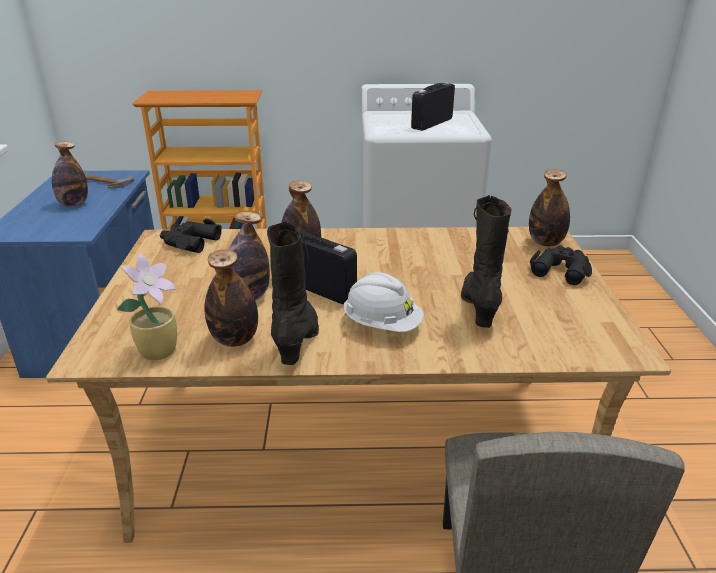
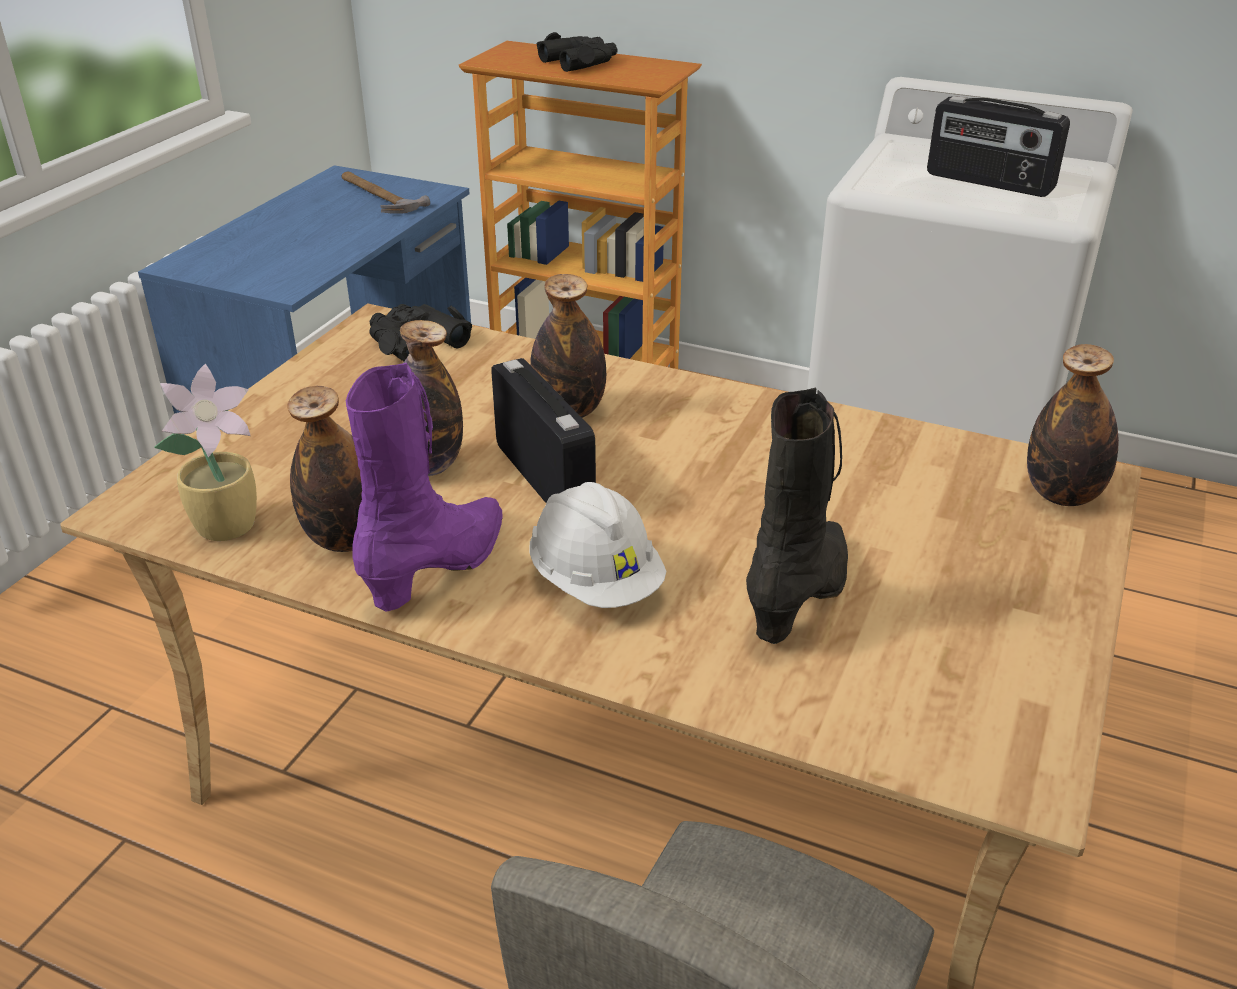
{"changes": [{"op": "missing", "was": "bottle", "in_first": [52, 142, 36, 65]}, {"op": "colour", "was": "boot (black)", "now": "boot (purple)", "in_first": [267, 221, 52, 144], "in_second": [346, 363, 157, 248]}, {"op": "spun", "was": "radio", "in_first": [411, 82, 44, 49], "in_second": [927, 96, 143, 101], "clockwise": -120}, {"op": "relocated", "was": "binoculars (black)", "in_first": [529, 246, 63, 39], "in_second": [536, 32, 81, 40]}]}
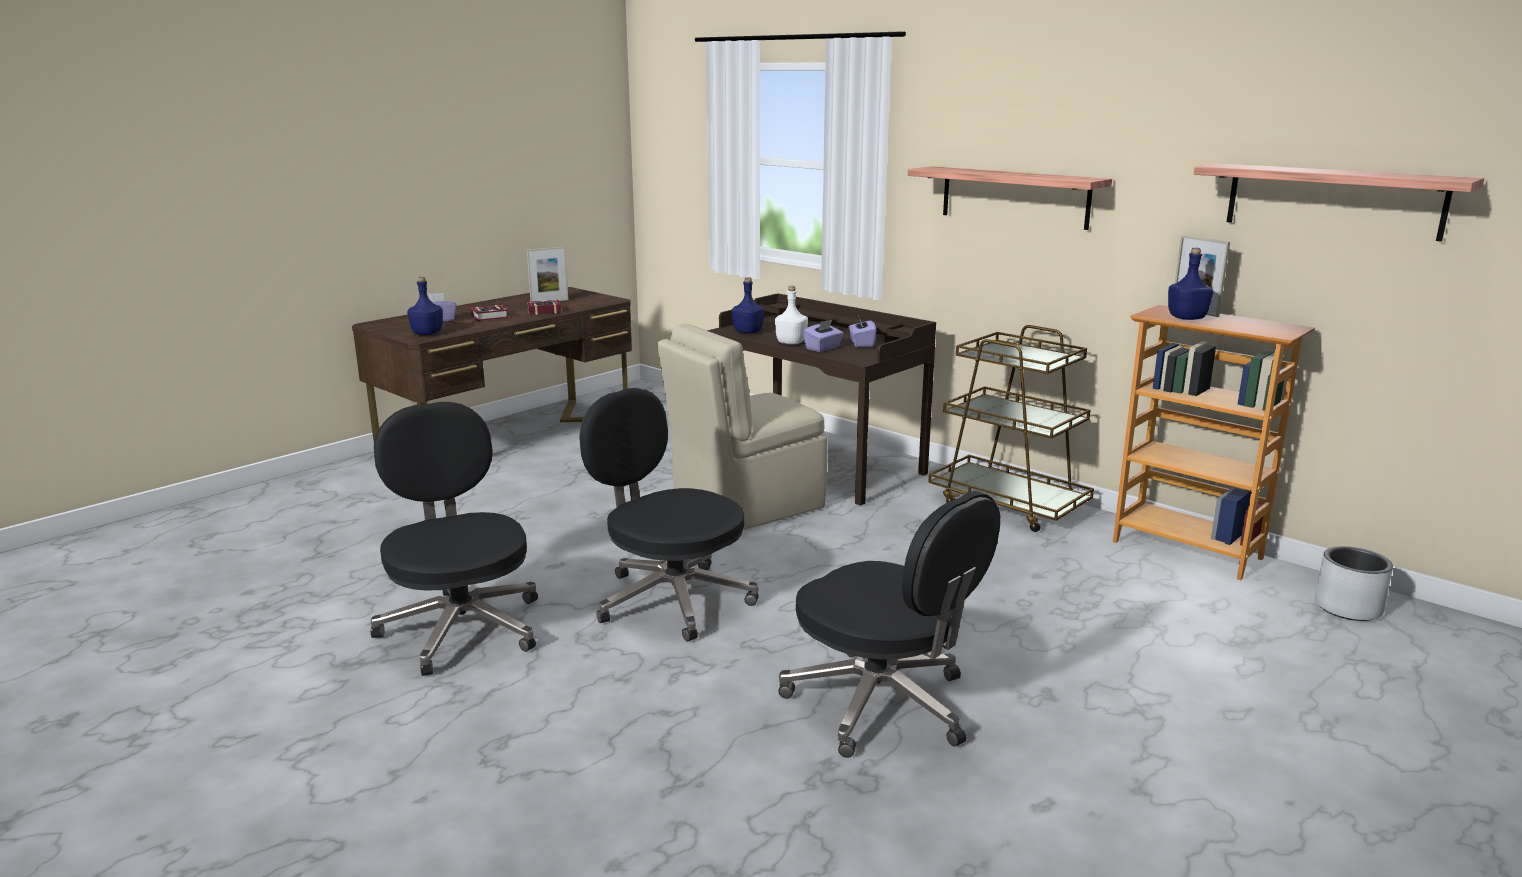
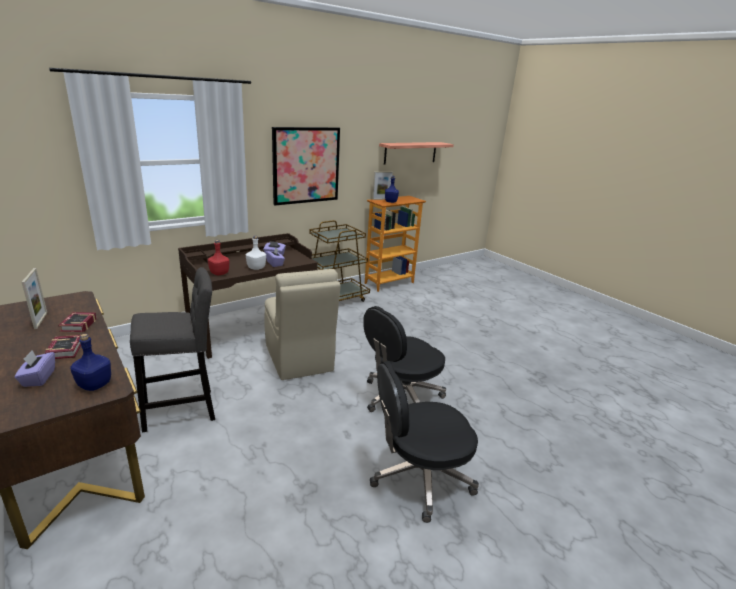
{"changes": [{"op": "colour", "was": "bottle (blue)", "now": "bottle (red)", "in_first": [732, 277, 32, 57], "in_second": [208, 240, 21, 35]}, {"op": "missing", "was": "office chair (black)", "in_first": [778, 491, 222, 267]}, {"op": "exchanged", "was": "shelf", "now": "picture", "in_first": [908, 166, 204, 64], "in_second": [272, 127, 68, 79]}, {"op": "missing", "was": "planter (grey)", "in_first": [1315, 546, 78, 75]}, {"op": "appeared", "now": "stool (grey)", "in_second": [130, 267, 85, 166]}]}
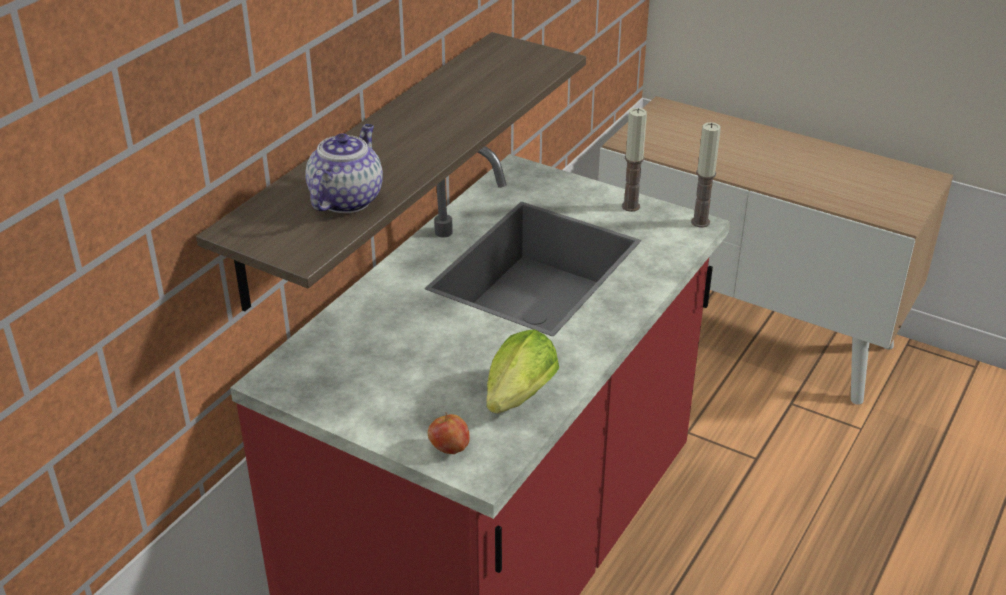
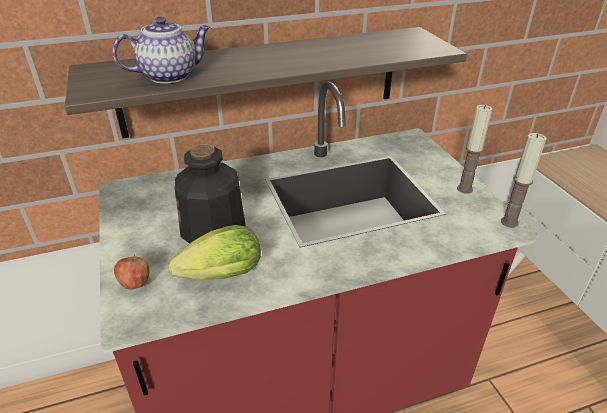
{"changes": [{"op": "appeared", "now": "bottle", "in_second": [175, 144, 71, 100]}]}
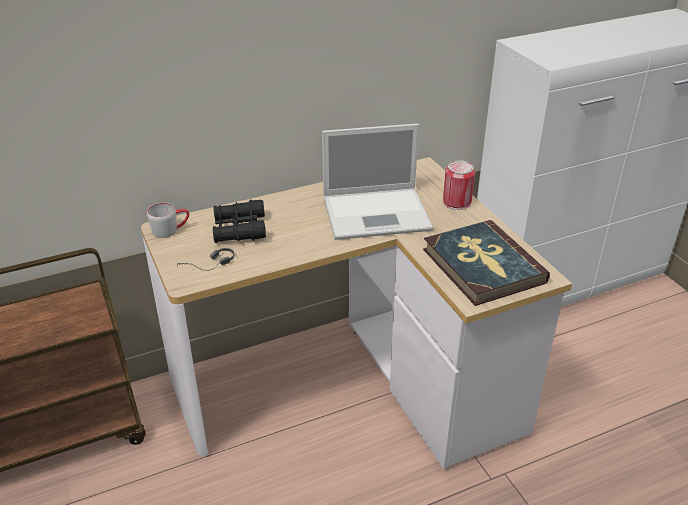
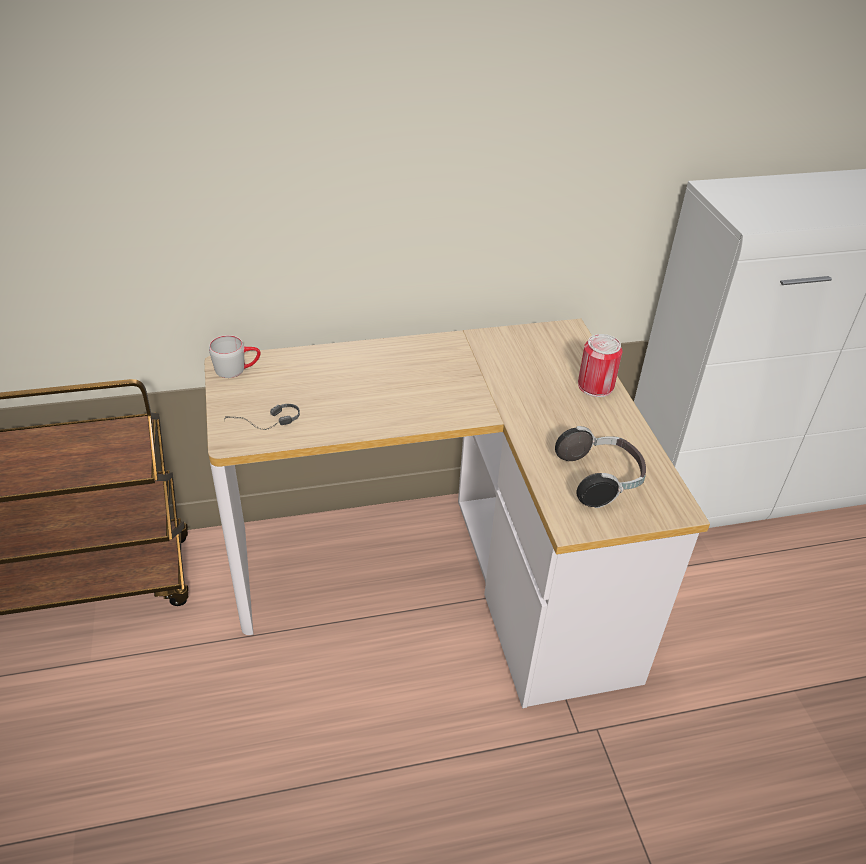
{"changes": [{"op": "missing", "was": "binoculars (black)", "in_first": [213, 200, 53, 43]}, {"op": "missing", "was": "laptop", "in_first": [322, 124, 111, 116]}, {"op": "exchanged", "was": "book", "now": "headphones", "in_first": [423, 220, 127, 86], "in_second": [555, 426, 91, 82]}]}
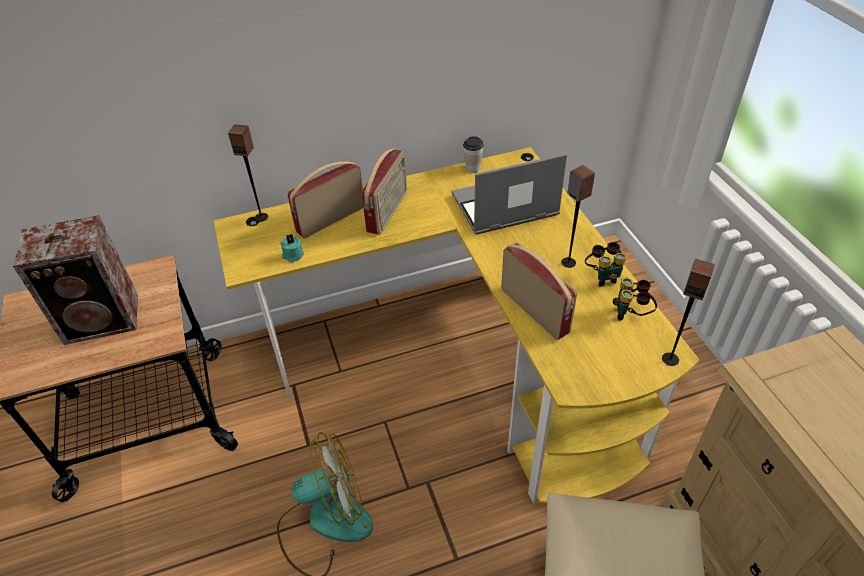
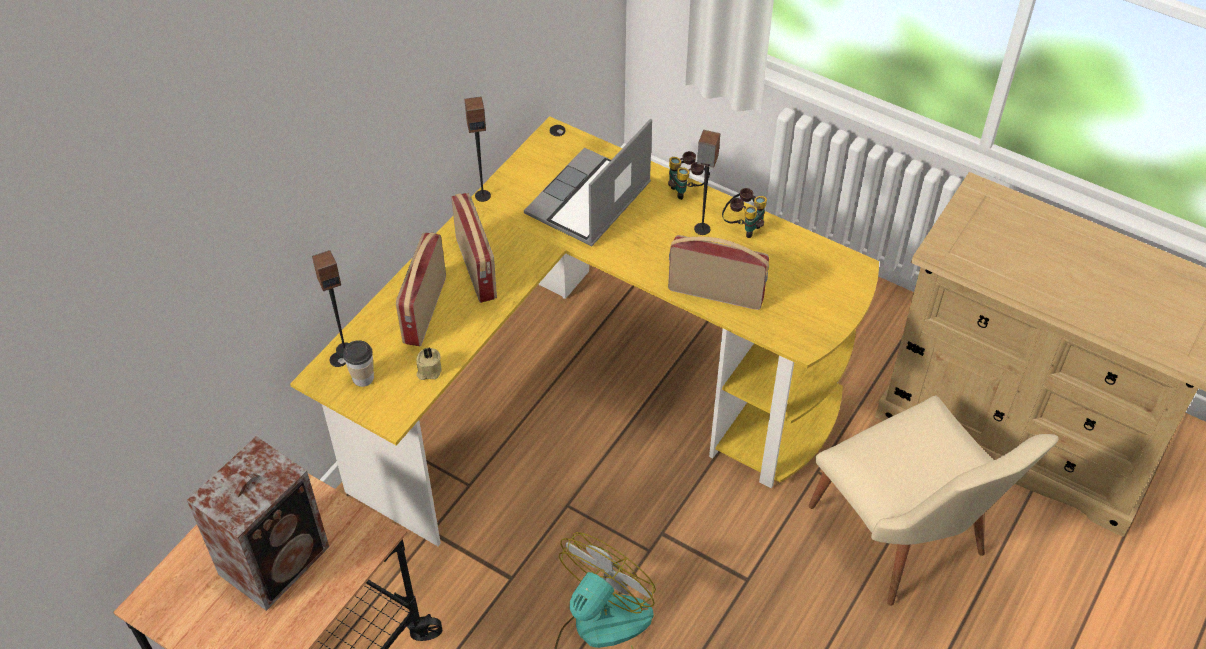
{"changes": [{"op": "colour", "was": "candle (turquoise)", "now": "candle (beige)", "in_first": [281, 234, 23, 29], "in_second": [416, 347, 25, 33]}, {"op": "relocated", "was": "cup", "in_first": [463, 136, 21, 37], "in_second": [343, 340, 31, 47]}, {"op": "relocated", "was": "binoculars", "in_first": [613, 278, 44, 43], "in_second": [668, 151, 42, 49]}, {"op": "relocated", "was": "speaker", "in_first": [662, 258, 53, 108], "in_second": [464, 97, 27, 105]}]}
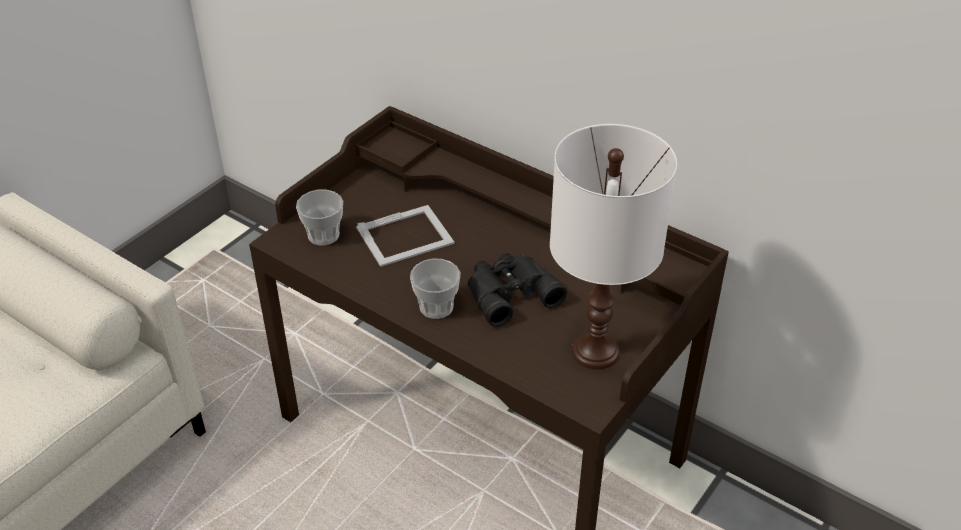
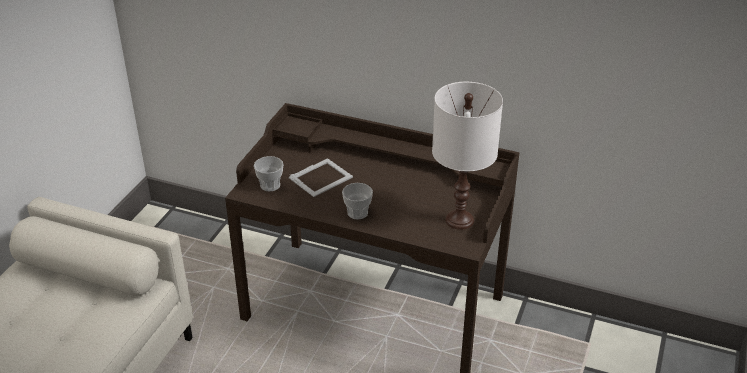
{"changes": [{"op": "missing", "was": "binoculars (black)", "in_first": [468, 253, 99, 74]}]}
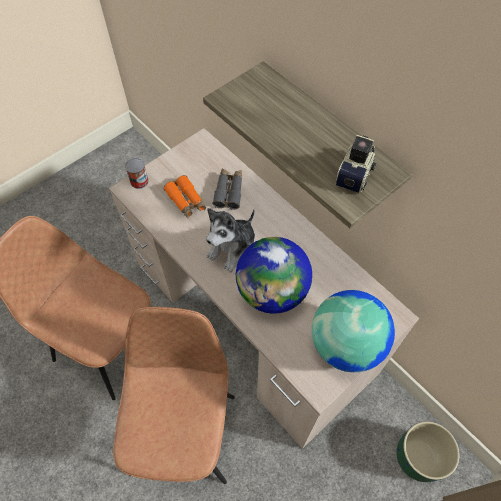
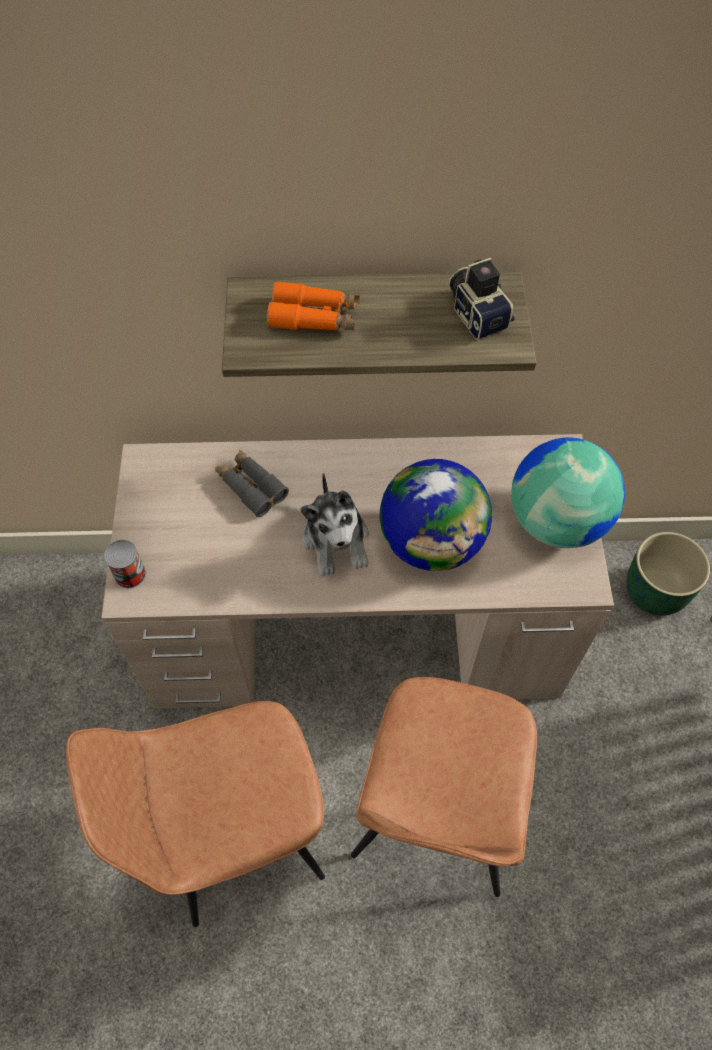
{"changes": [{"op": "spun", "was": "chair (brown)", "in_first": [113, 307, 122, 177], "in_second": [351, 677, 186, 220], "clockwise": -120}, {"op": "relocated", "was": "binoculars (orange)", "in_first": [164, 175, 42, 44], "in_second": [267, 281, 93, 49]}]}
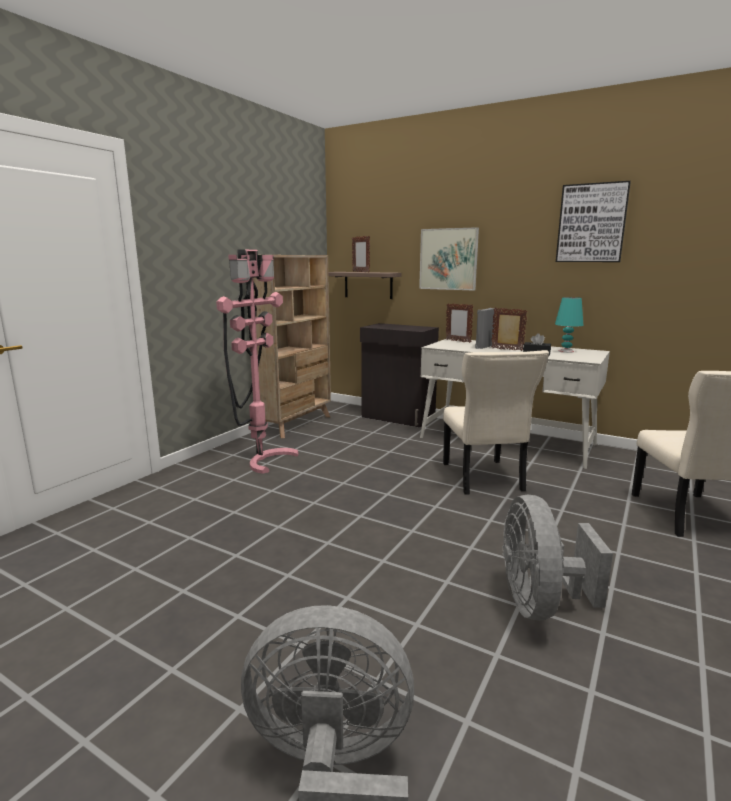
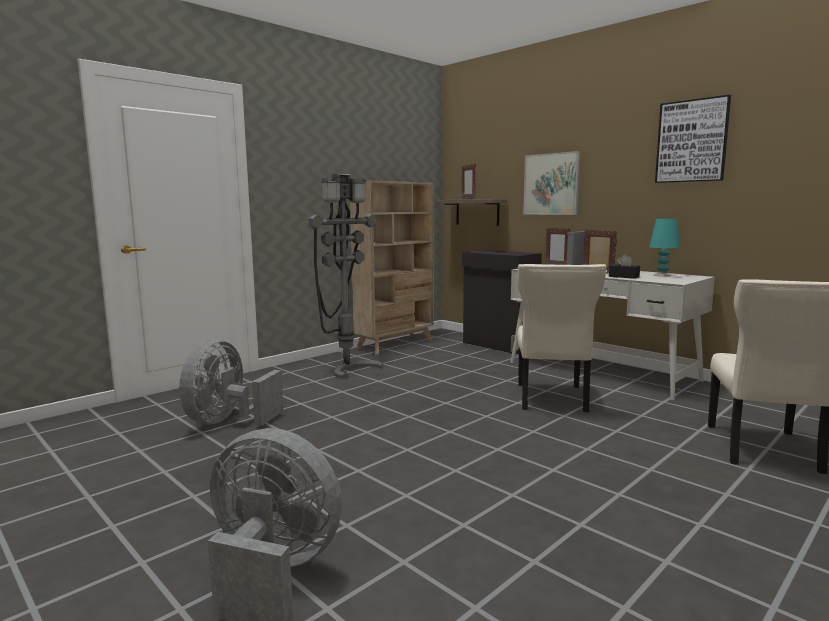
{"changes": [{"op": "colour", "was": "floor lamp (pink)", "now": "floor lamp (grey)", "in_first": [216, 250, 82, 224], "in_second": [308, 174, 75, 205]}, {"op": "relocated", "was": "fan (grey)", "in_first": [502, 495, 111, 126], "in_second": [179, 339, 105, 87]}]}
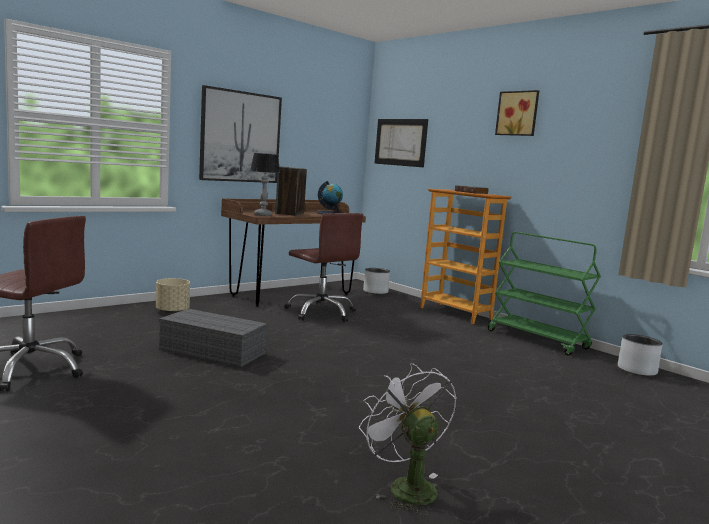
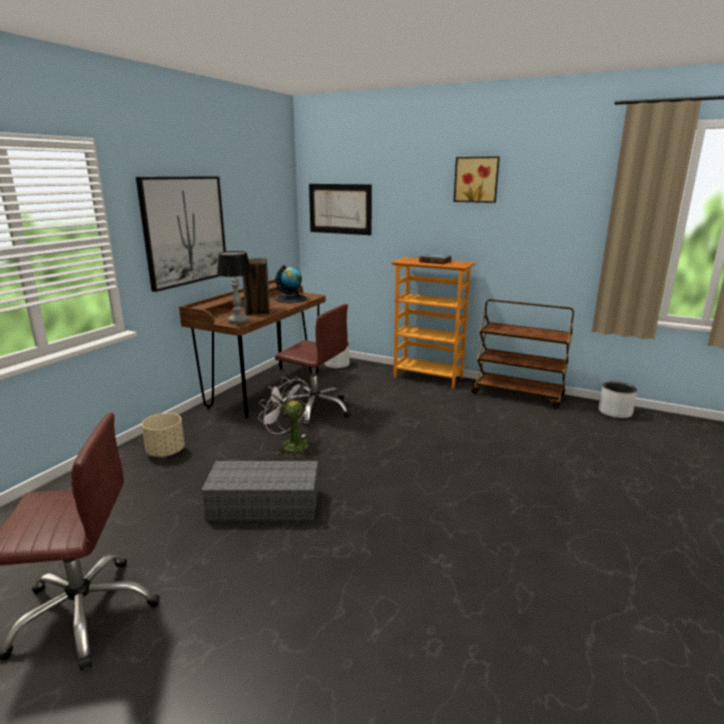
{"changes": [{"op": "relocated", "was": "fan (white)", "in_first": [359, 363, 98, 153], "in_second": [258, 377, 52, 80]}, {"op": "colour", "was": "cart (green)", "now": "cart (brown)", "in_first": [488, 232, 113, 124], "in_second": [472, 299, 102, 110]}]}
